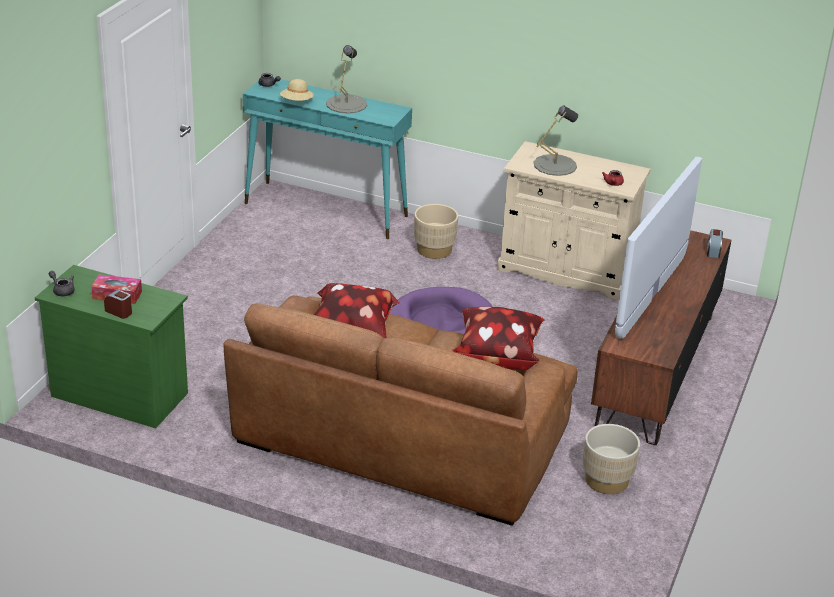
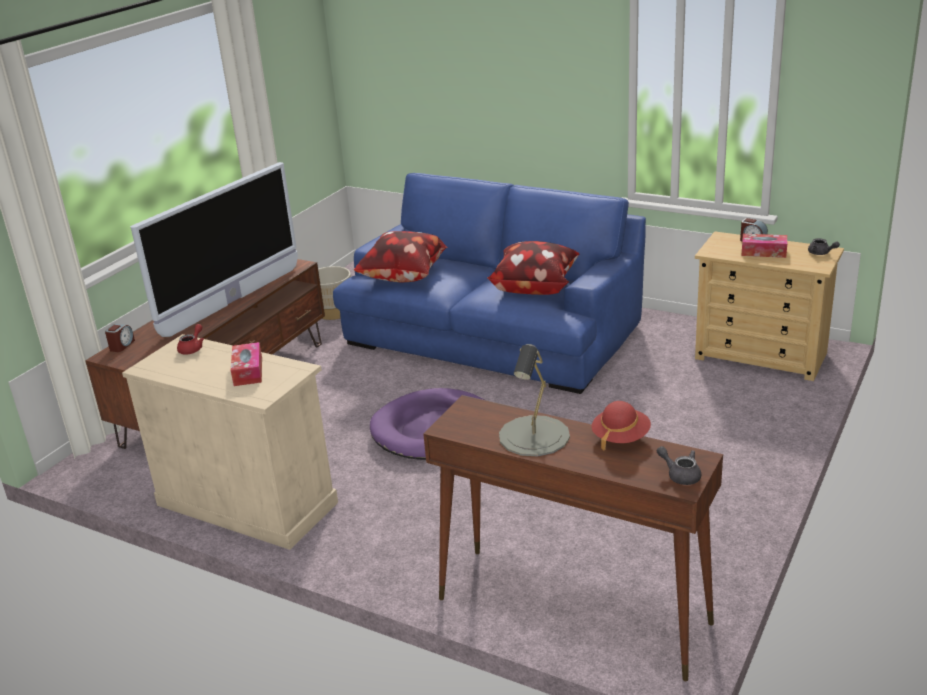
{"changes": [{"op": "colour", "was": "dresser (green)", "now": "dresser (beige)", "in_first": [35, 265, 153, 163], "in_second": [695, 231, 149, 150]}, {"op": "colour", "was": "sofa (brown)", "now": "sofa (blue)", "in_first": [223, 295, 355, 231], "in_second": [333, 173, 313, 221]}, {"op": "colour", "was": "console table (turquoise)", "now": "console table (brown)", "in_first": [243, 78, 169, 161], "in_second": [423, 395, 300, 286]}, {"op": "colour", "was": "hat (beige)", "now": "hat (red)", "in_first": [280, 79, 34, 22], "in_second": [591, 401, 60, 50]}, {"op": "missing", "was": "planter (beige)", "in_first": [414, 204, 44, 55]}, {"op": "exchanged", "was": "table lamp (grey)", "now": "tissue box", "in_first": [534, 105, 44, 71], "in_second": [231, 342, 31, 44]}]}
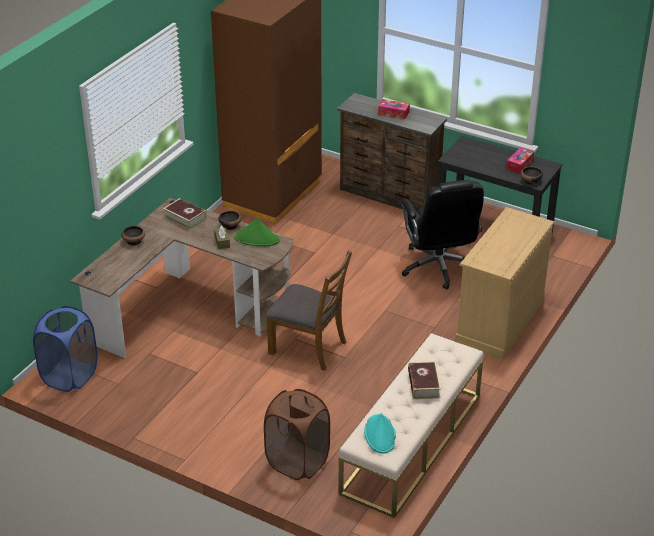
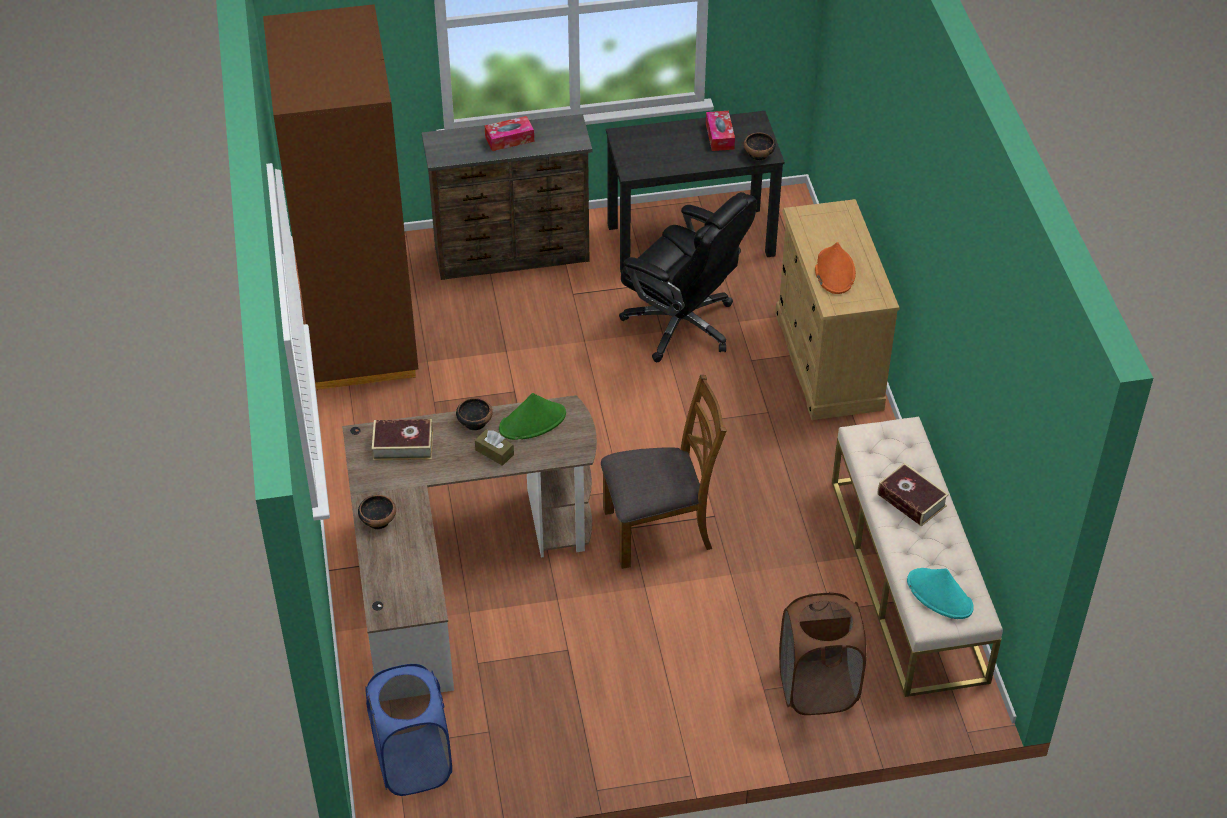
{"changes": [{"op": "appeared", "now": "hat (orange)", "in_second": [815, 242, 41, 52]}]}
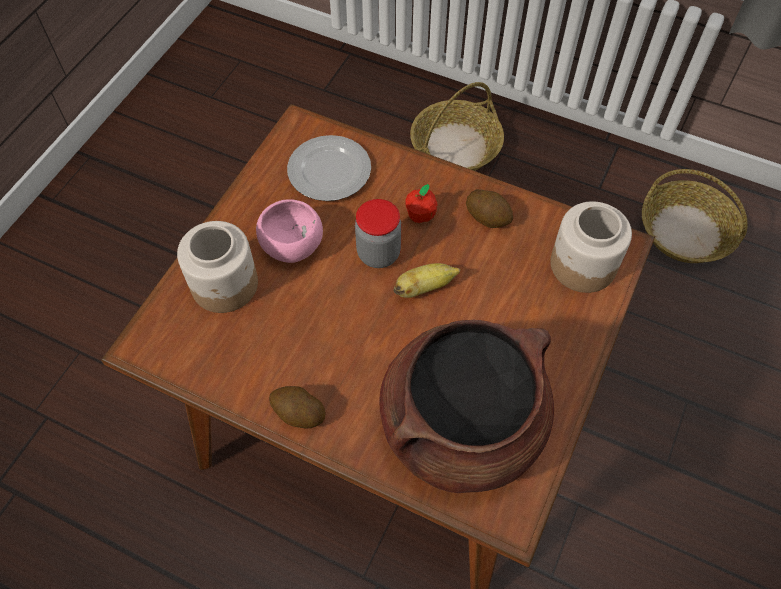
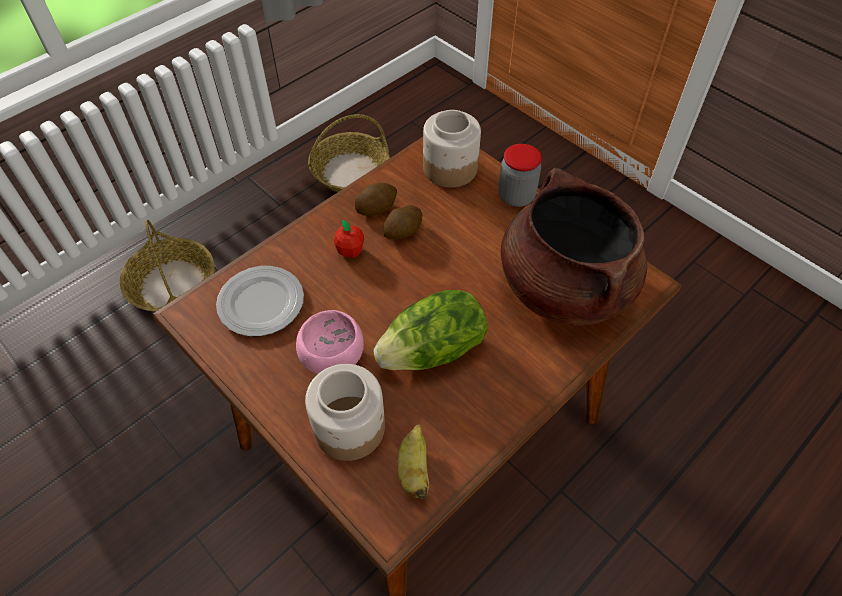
{"changes": [{"op": "relocated", "was": "potato", "in_first": [269, 386, 56, 42], "in_second": [383, 205, 39, 35]}, {"op": "relocated", "was": "jar", "in_first": [355, 199, 46, 69], "in_second": [498, 144, 44, 63]}, {"op": "relocated", "was": "banana", "in_first": [393, 263, 67, 35], "in_second": [398, 424, 31, 75]}, {"op": "appeared", "now": "lettuce", "in_second": [373, 290, 115, 80]}]}
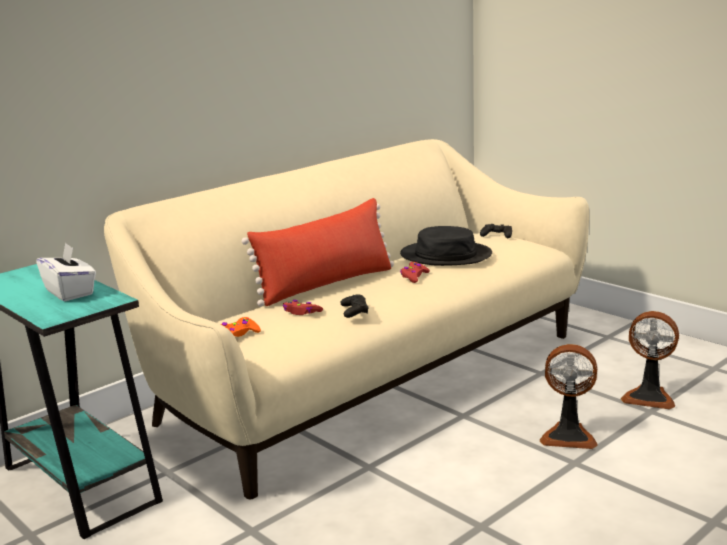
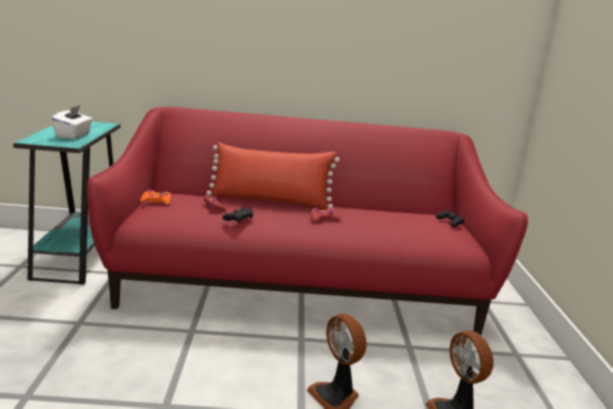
{"changes": [{"op": "colour", "was": "sofa (beige)", "now": "sofa (red)", "in_first": [104, 139, 485, 361], "in_second": [87, 107, 441, 228]}, {"op": "missing", "was": "hat (black)", "in_first": [400, 226, 92, 40]}]}
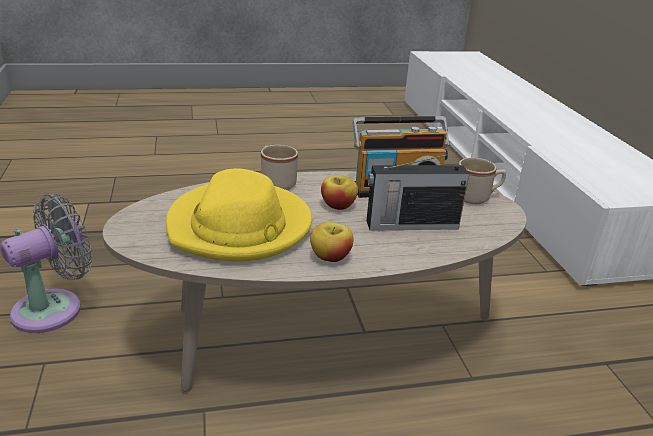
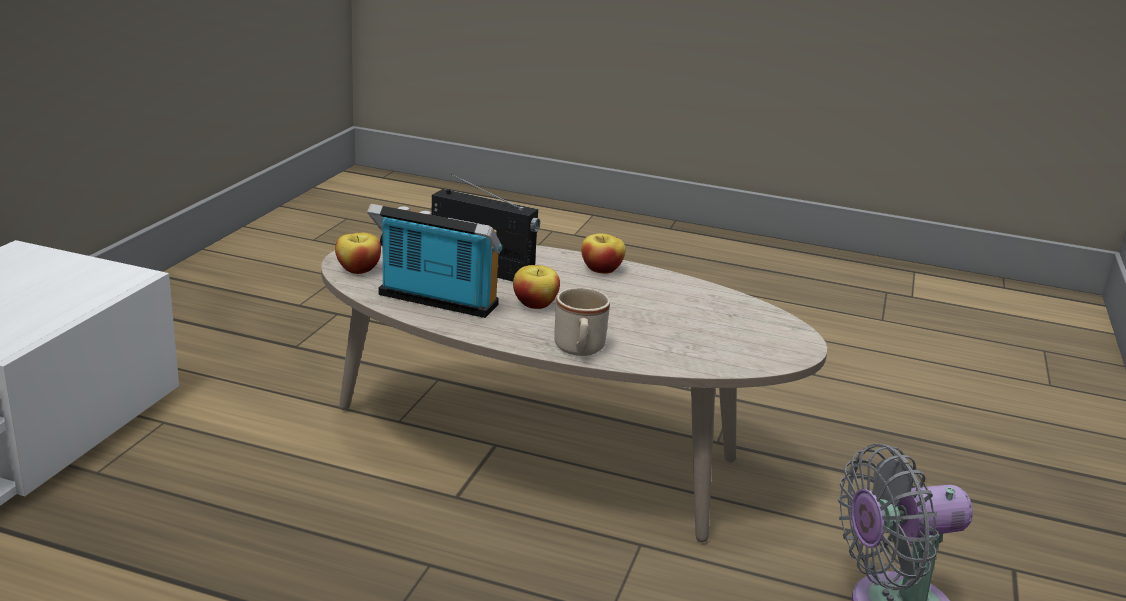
{"changes": [{"op": "missing", "was": "hat (yellow)", "in_first": [166, 168, 146, 94]}, {"op": "exchanged", "was": "mug (beige)", "now": "apple", "in_first": [459, 158, 47, 46], "in_second": [335, 233, 46, 41]}]}
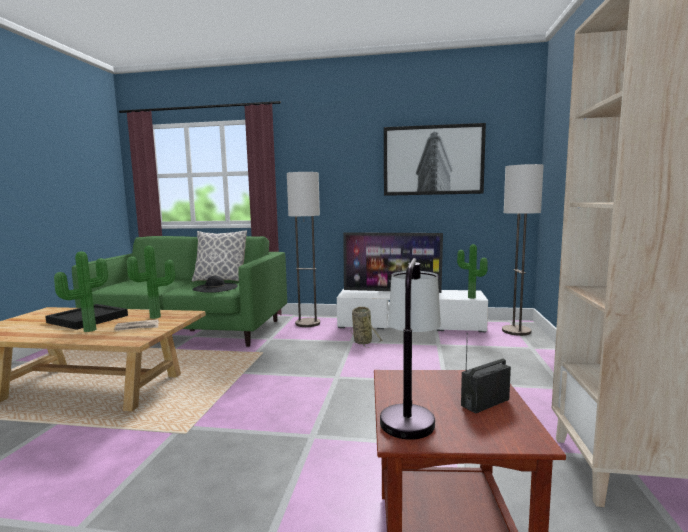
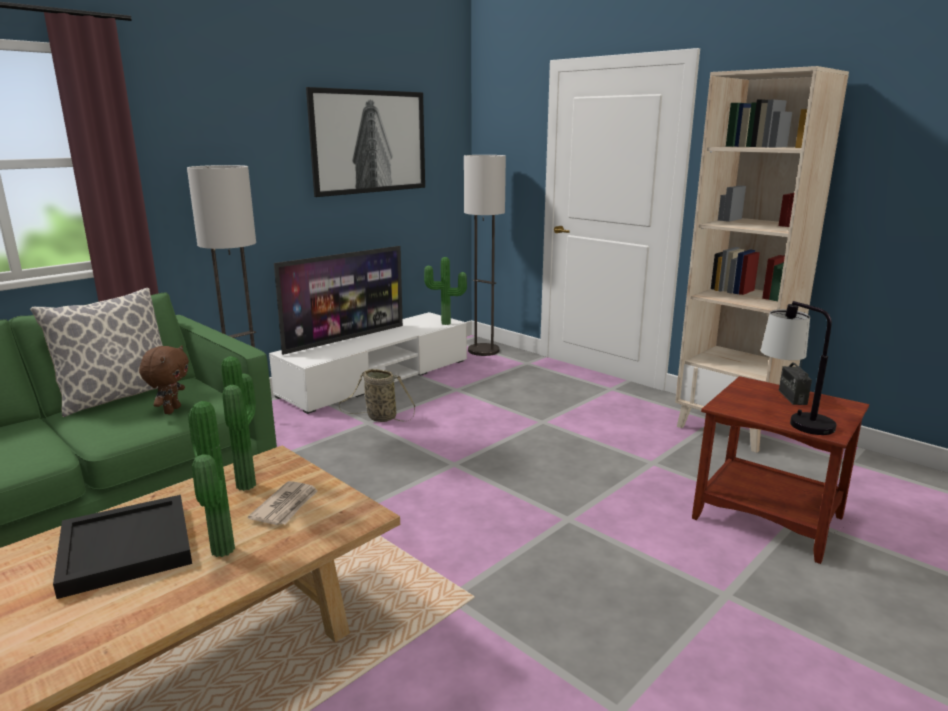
{"changes": [{"op": "exchanged", "was": "hat (black)", "now": "plush toy (brown)", "in_first": [192, 276, 46, 17], "in_second": [139, 345, 50, 69]}]}
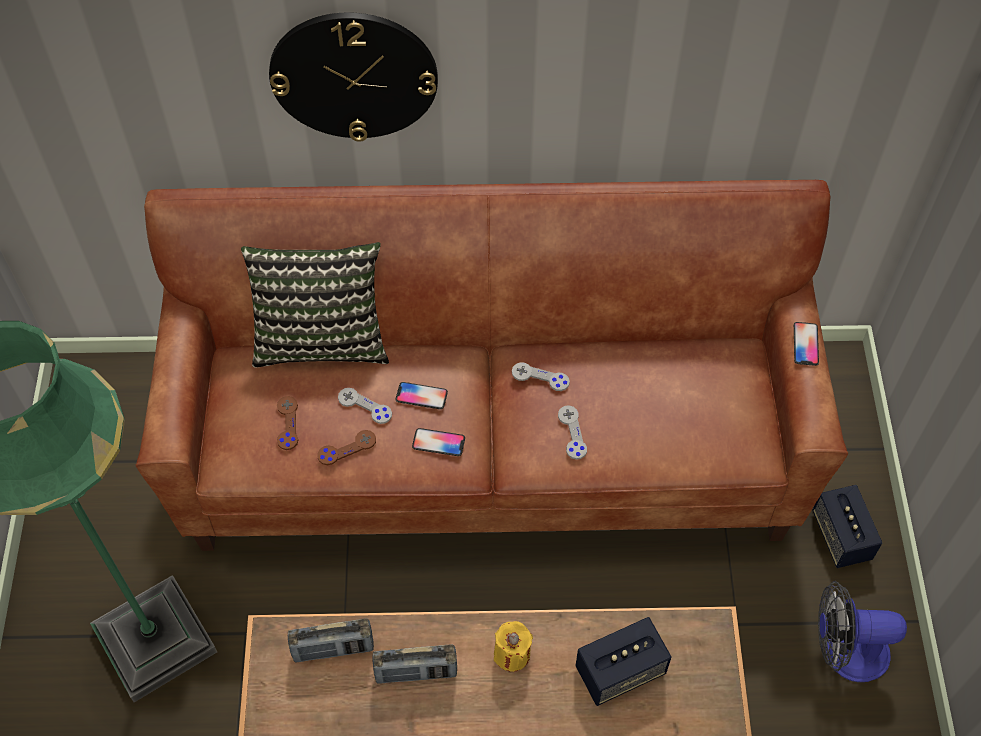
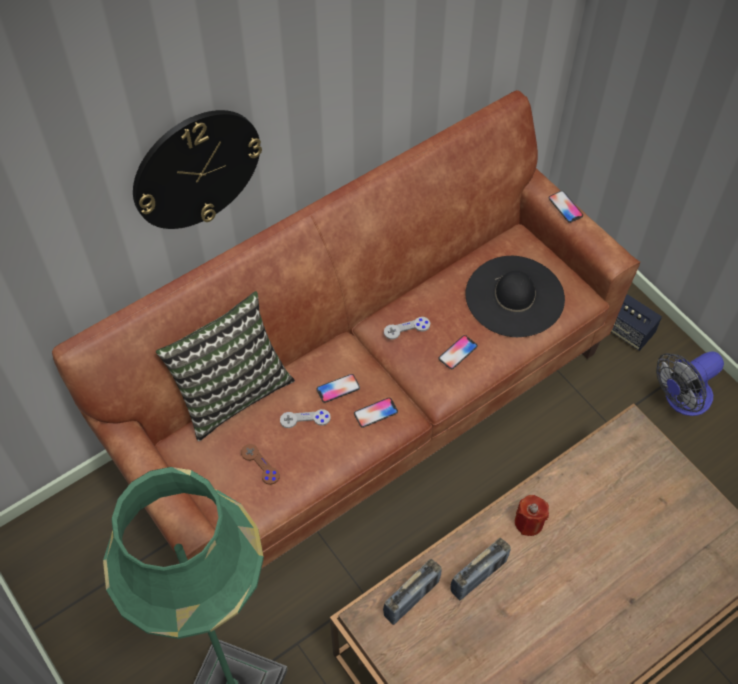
{"changes": [{"op": "missing", "was": "game controller (brown)", "in_first": [317, 430, 59, 35]}, {"op": "colour", "was": "candle (yellow)", "now": "candle (red)", "in_first": [494, 621, 39, 51], "in_second": [515, 495, 34, 41]}, {"op": "exchanged", "was": "game controller (grey)", "now": "phone", "in_first": [558, 405, 29, 55], "in_second": [439, 335, 39, 34]}, {"op": "missing", "was": "speaker", "in_first": [575, 617, 96, 89]}, {"op": "appeared", "now": "hat (black)", "in_second": [465, 256, 100, 81]}]}
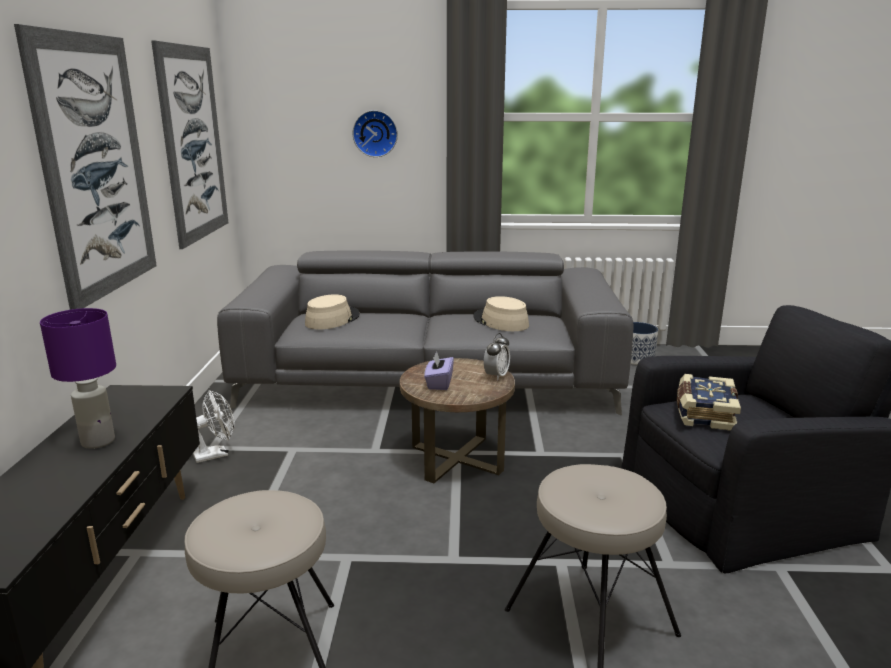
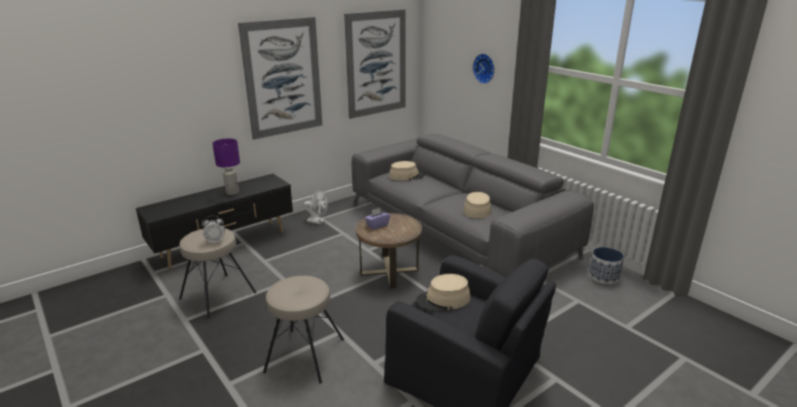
{"changes": [{"op": "relocated", "was": "alarm clock", "in_first": [484, 333, 26, 47], "in_second": [201, 216, 24, 28]}, {"op": "exchanged", "was": "book", "now": "hat (beige)", "in_first": [677, 374, 64, 57], "in_second": [416, 274, 55, 39]}]}
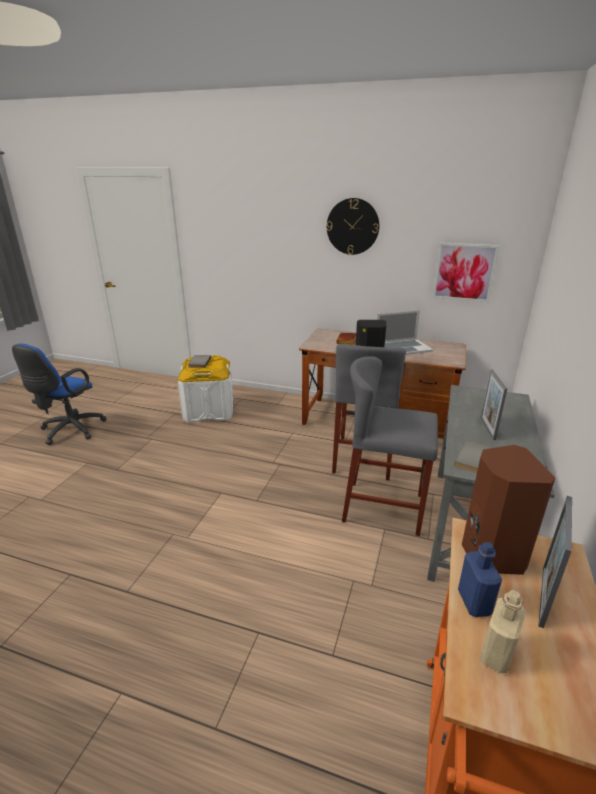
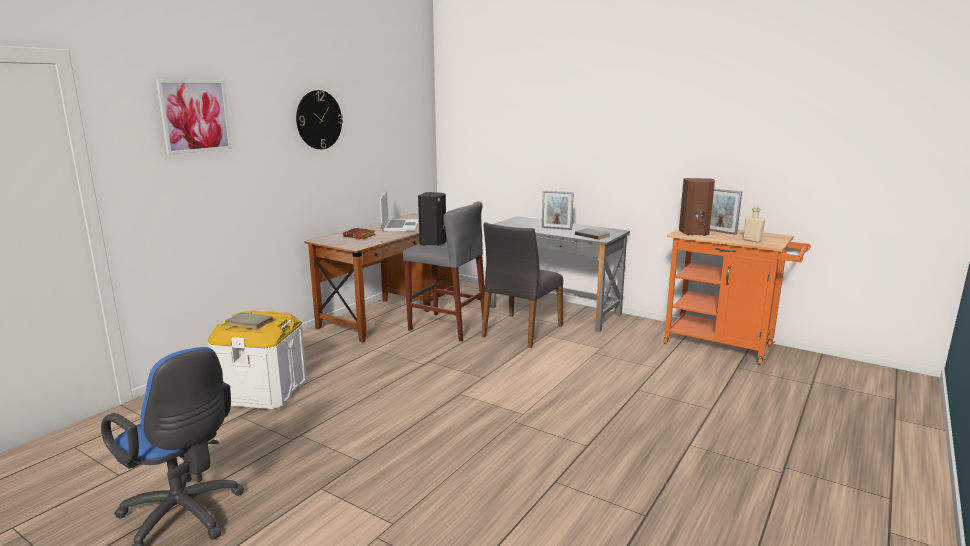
{"changes": [{"op": "exchanged", "was": "stool (grey)", "now": "chair (grey)", "in_first": [342, 356, 96, 180], "in_second": [481, 222, 82, 126]}, {"op": "relocated", "was": "picture", "in_first": [432, 243, 67, 59], "in_second": [156, 80, 76, 75]}, {"op": "missing", "was": "bottle (blue)", "in_first": [458, 542, 44, 75]}]}
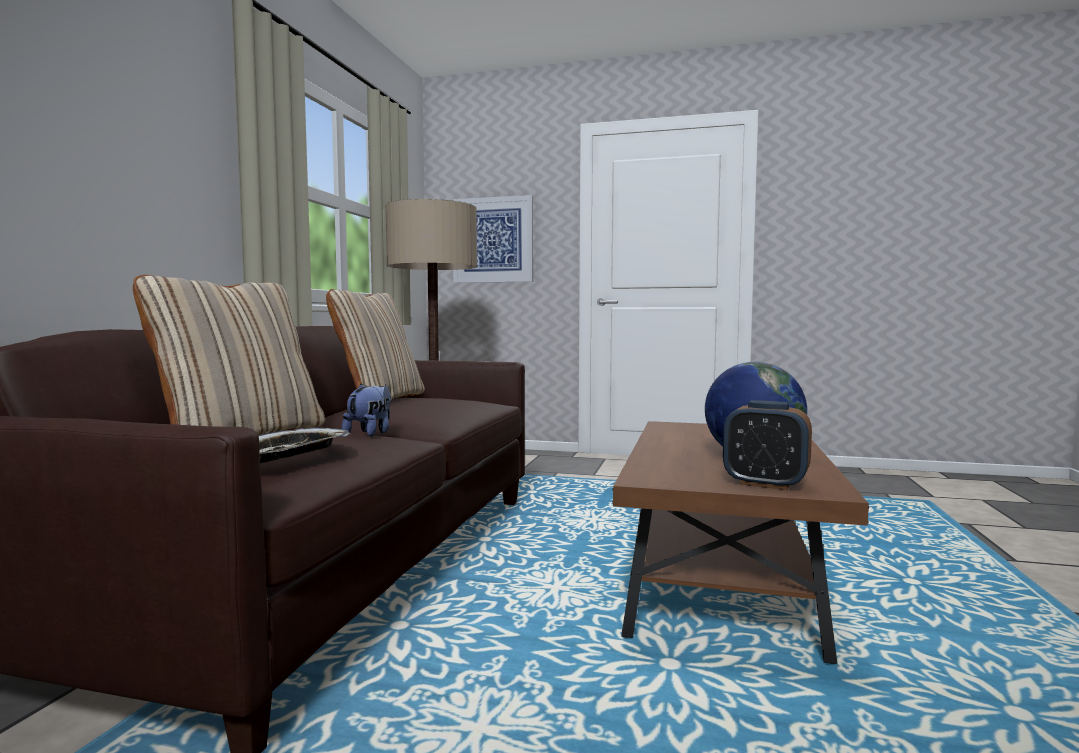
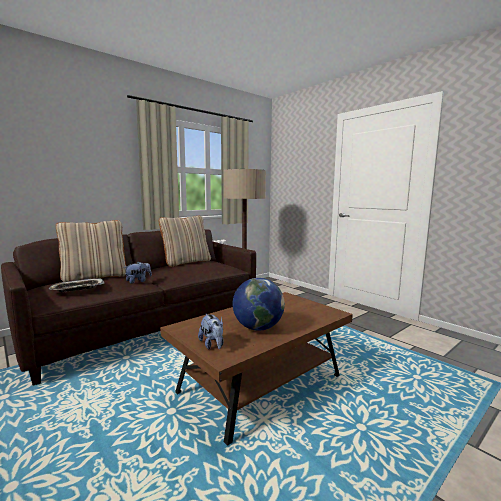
{"changes": [{"op": "missing", "was": "picture", "in_first": [452, 195, 81, 88]}, {"op": "exchanged", "was": "alarm clock", "now": "plush toy", "in_first": [723, 400, 89, 90], "in_second": [198, 314, 26, 35]}]}
